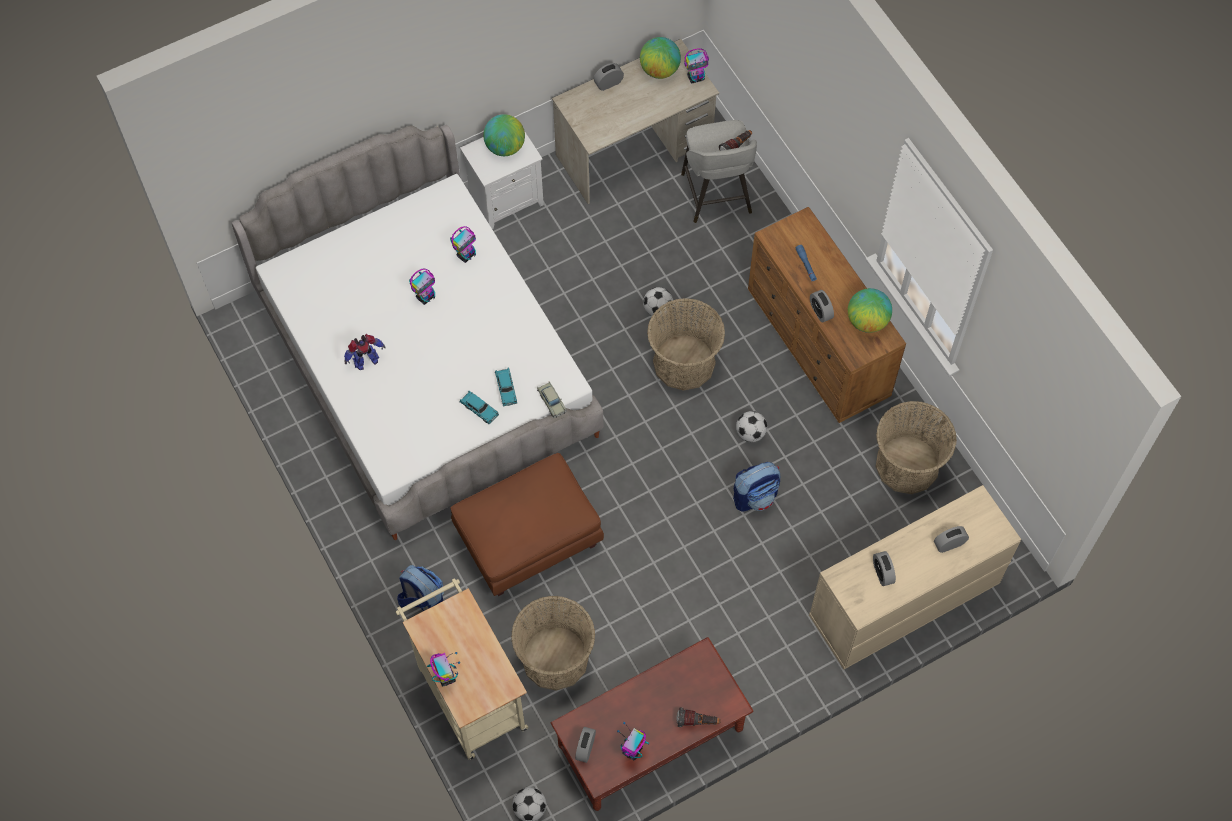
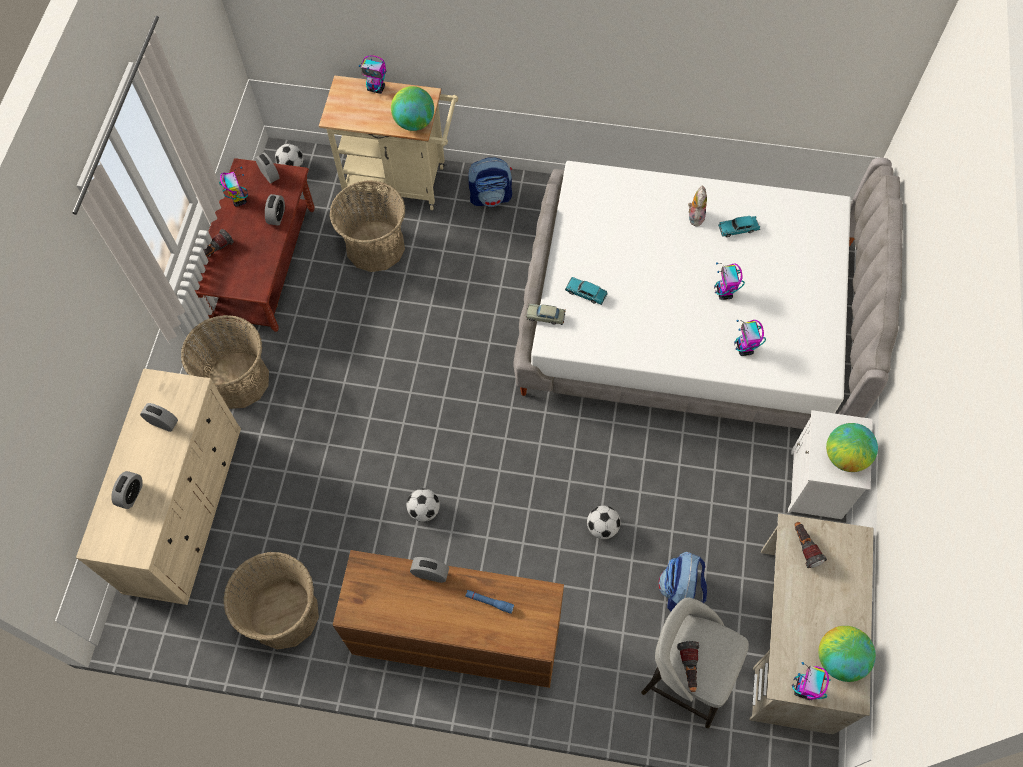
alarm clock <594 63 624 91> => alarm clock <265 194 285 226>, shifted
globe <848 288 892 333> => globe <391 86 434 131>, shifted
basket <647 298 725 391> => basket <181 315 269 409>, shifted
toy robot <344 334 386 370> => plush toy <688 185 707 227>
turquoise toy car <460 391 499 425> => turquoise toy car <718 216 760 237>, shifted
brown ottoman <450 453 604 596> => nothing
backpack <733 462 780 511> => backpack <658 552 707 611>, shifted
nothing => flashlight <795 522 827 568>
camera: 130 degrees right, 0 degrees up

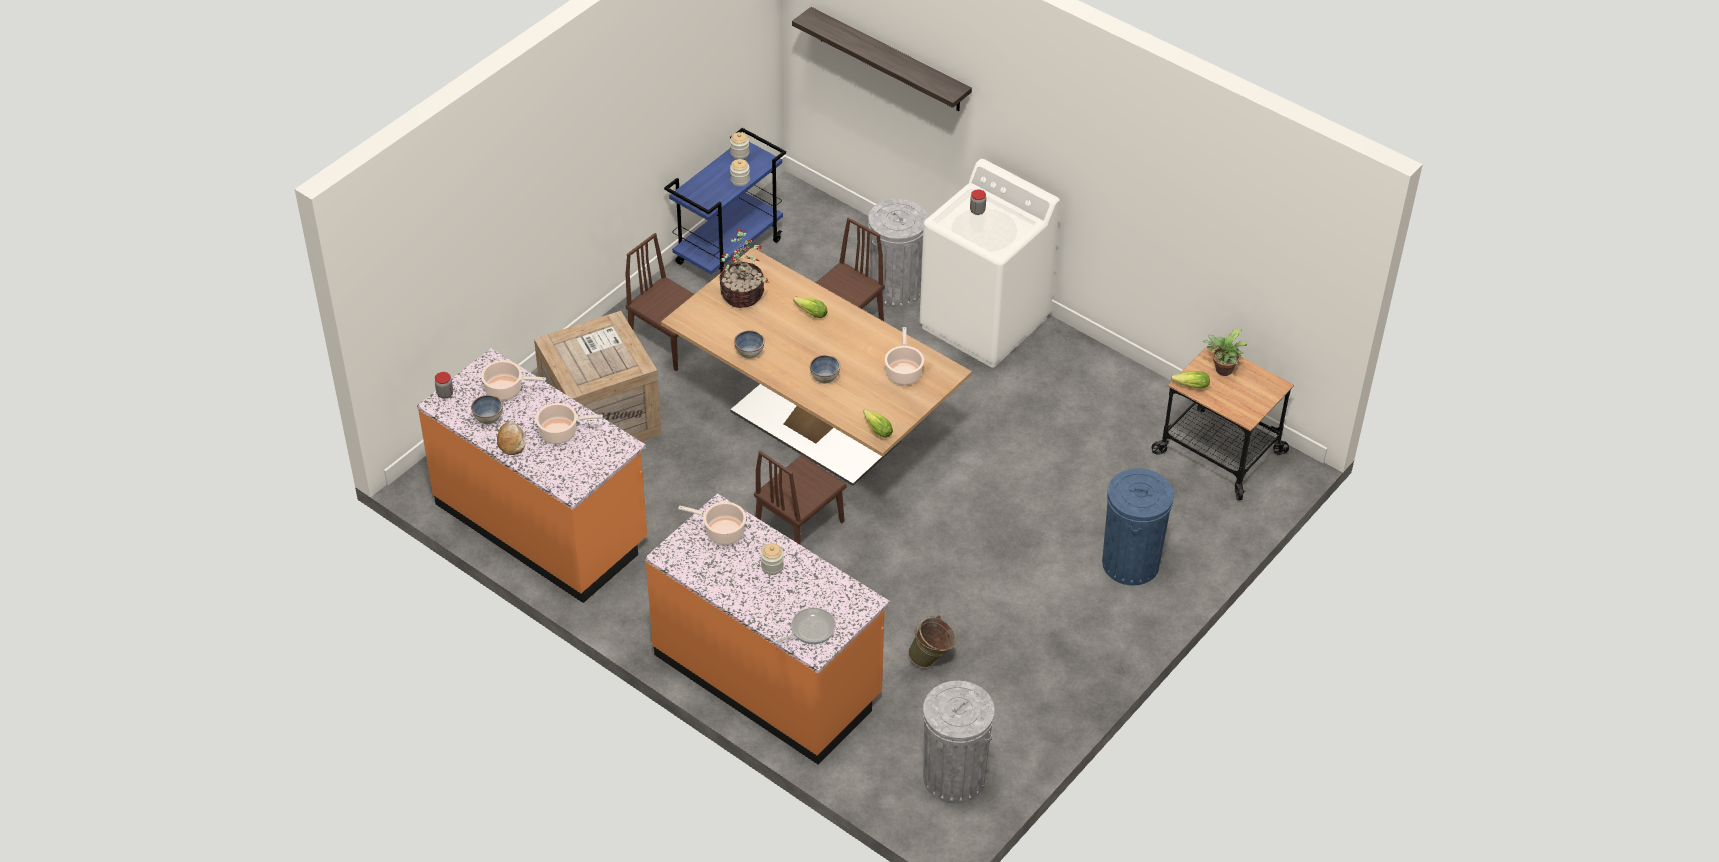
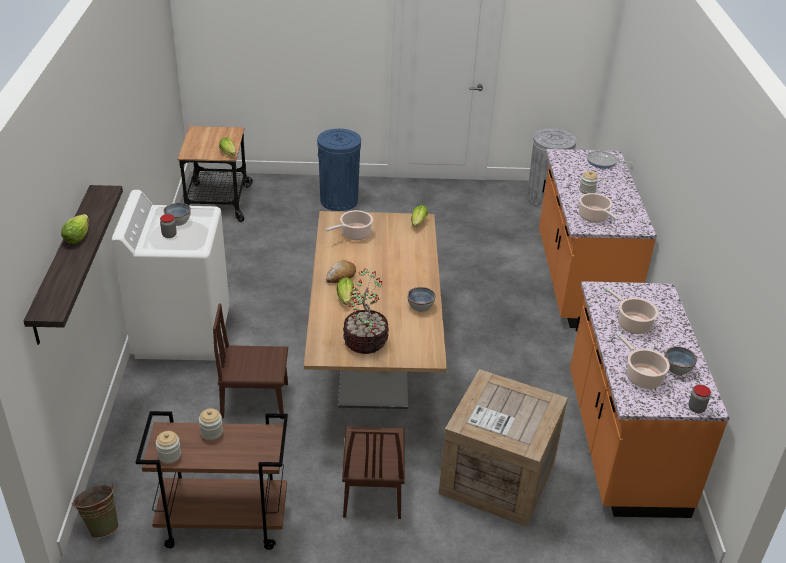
blue cart <664 128 786 274> => brown cart <136 411 288 550>
grey trash can <868 199 928 308> => nothing
potted plant <1202 329 1247 376> => nothing
bowl <810 355 840 383> => bowl <163 203 191 226>, shifted
bread <497 421 526 455> => bread <326 260 356 283>, shifted
brown chair <754 451 847 545> => nothing
green bucket <908 615 956 668> => green bucket <72 484 119 538>, shifted
nothing => lettuce <61 214 89 244>
camera: 130 degrees left, 10 degrees down

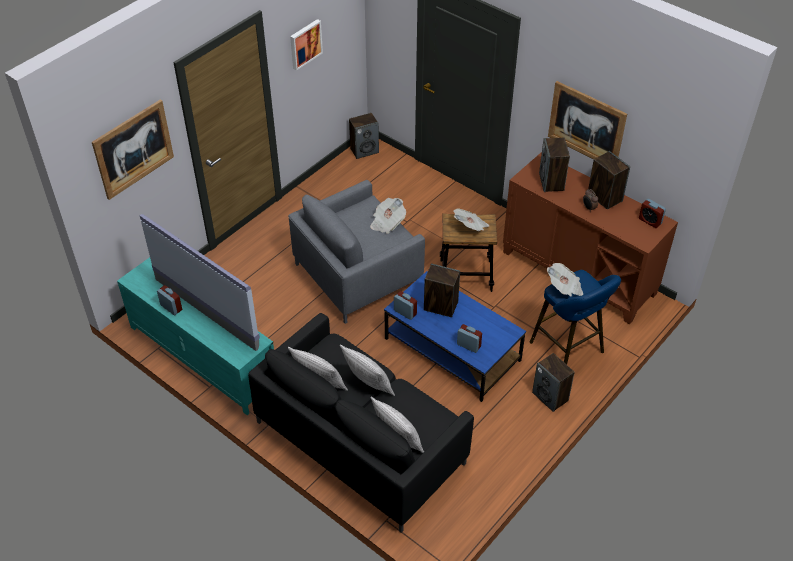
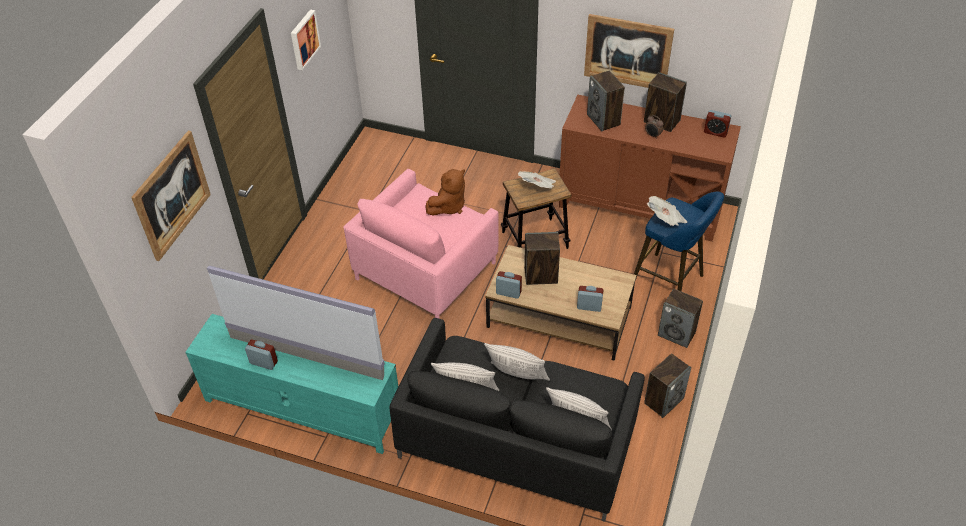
speaker <349 113 379 159> => speaker <644 353 691 418>, shifted
grey armchair <288 180 425 324> => pink armchair <343 169 499 319>
newspaper <370 198 406 234> => brown plush toy <425 169 465 216>
blue coffee table <384 271 526 402> => brown coffee table <485 245 637 361>
camera: 20 degrees left, 0 degrees up

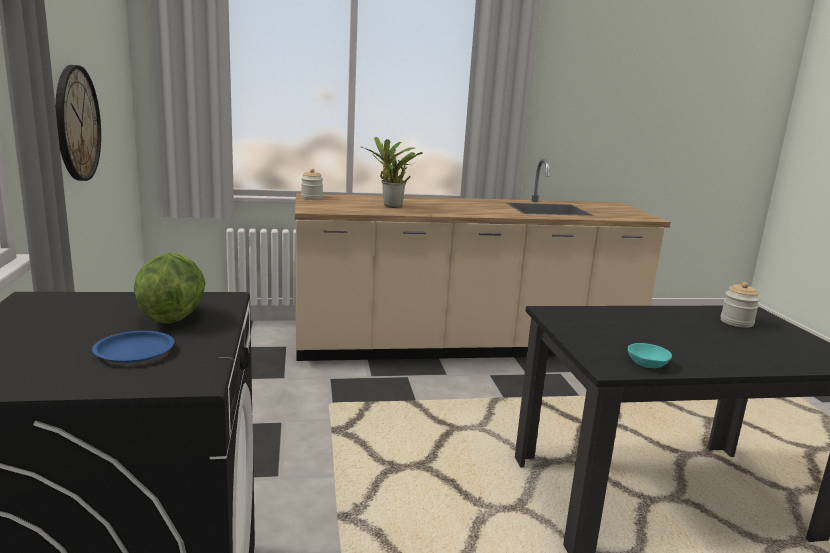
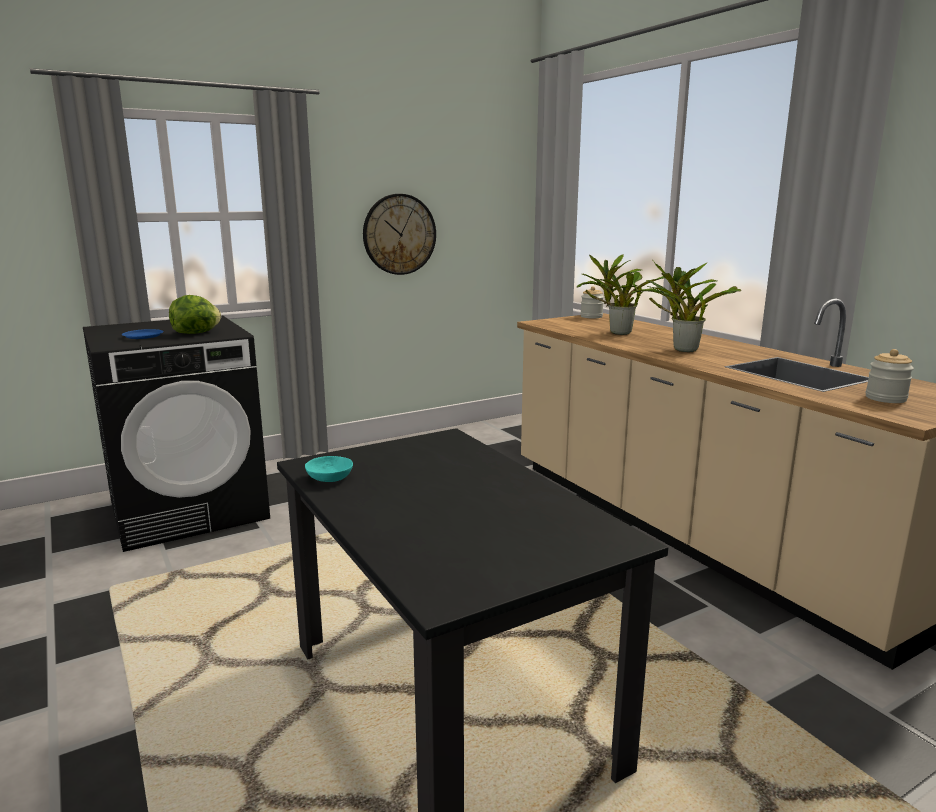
jar <721 282 760 328> => jar <866 349 914 403>, shifted
nothing => potted plant <631 260 741 352>
camera: 70 degrees right, 0 degrees up

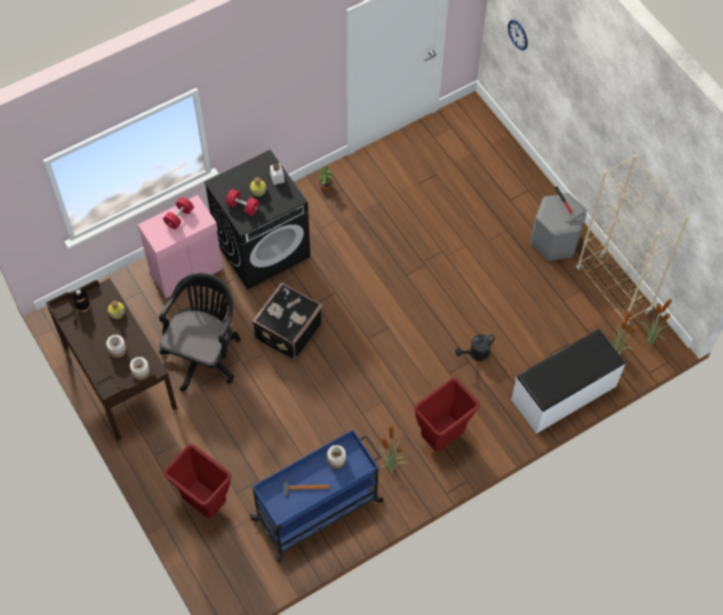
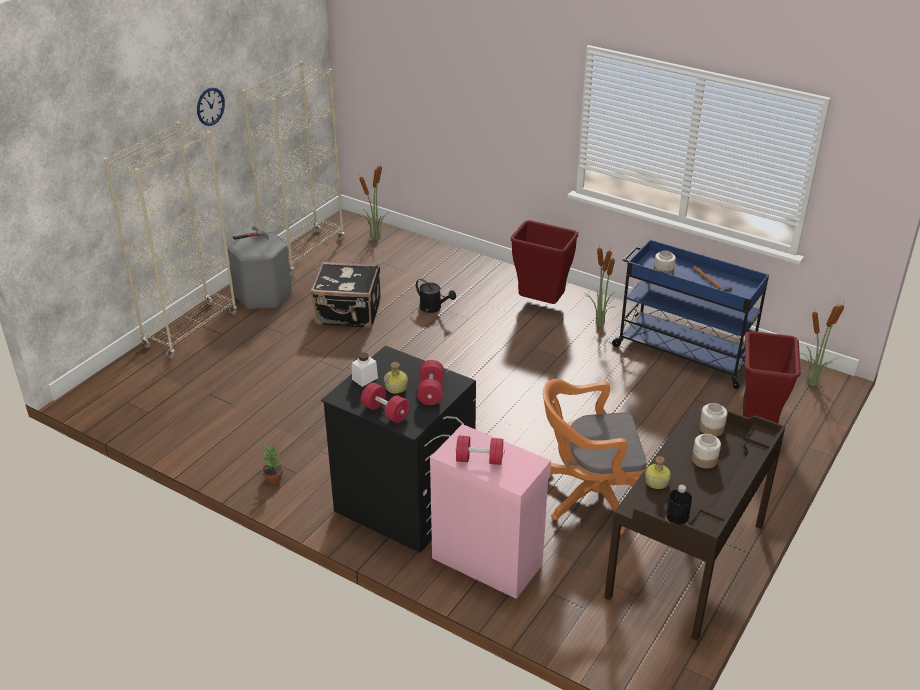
wall clock <508 20 528 50> => wall clock <197 87 225 126>, shifted
black office chair <159 273 241 392> => orange office chair <543 379 647 535>
black suitcase <252 282 323 360> => black suitcase <311 262 381 328>, shifted
potted plant <640 297 673 346> => potted plant <801 301 844 386>, shifted
white bench <511 329 625 434> => nothing
nothing => beige bookcase <104 122 237 358>
nothing => red dumbbell <361 383 410 423>
camera: 115 degrees left, 25 degrees down

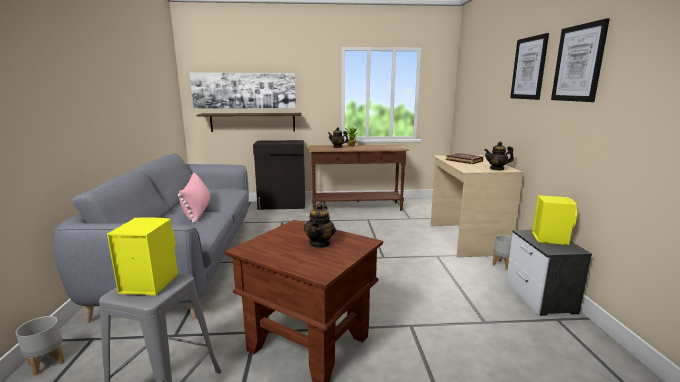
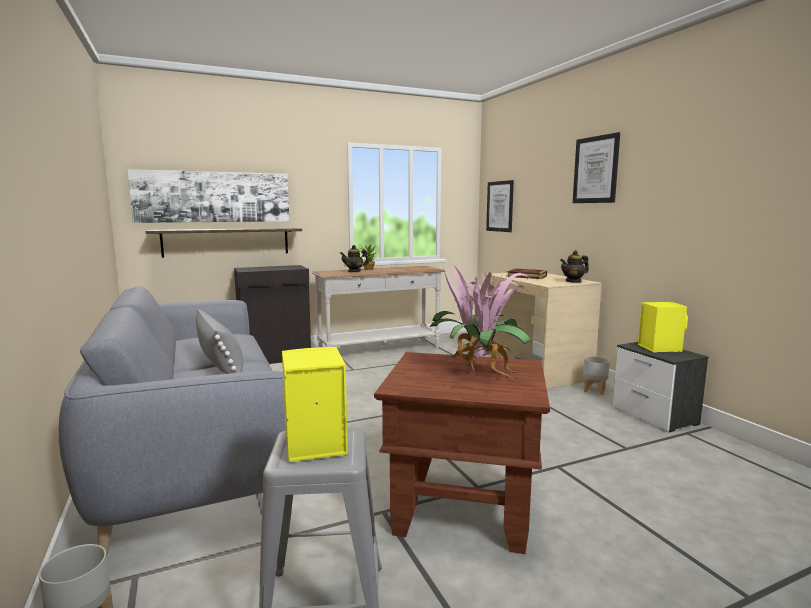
picture <551 18 610 102> => picture <486 180 514 232>, shifted
brown console table <309 145 409 211> => white console table <312 266 446 349>
pink pillow <178 172 210 223> => grey pillow <196 309 244 374>
teapot <304 202 336 248> => potted plant <430 262 532 380>
camera: 20 degrees left, 5 degrees down

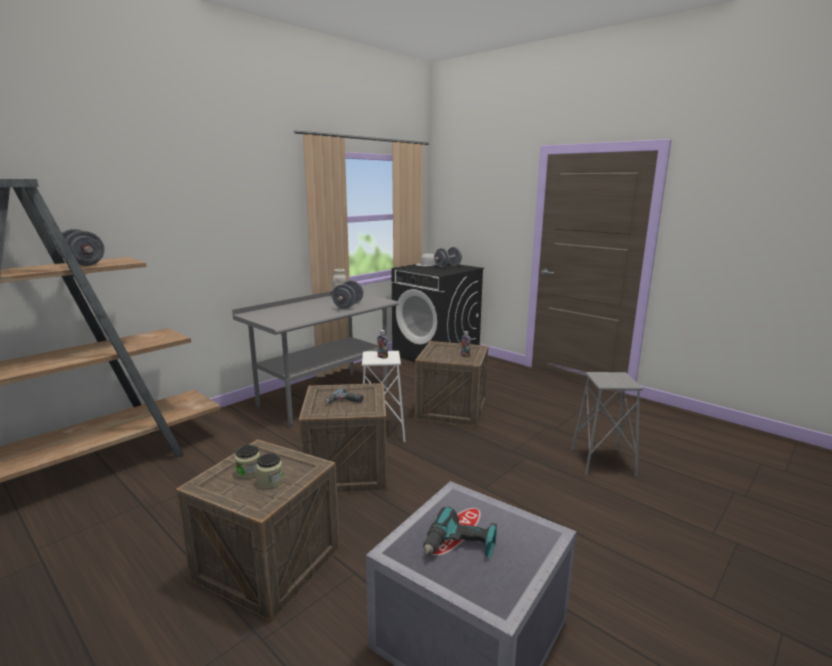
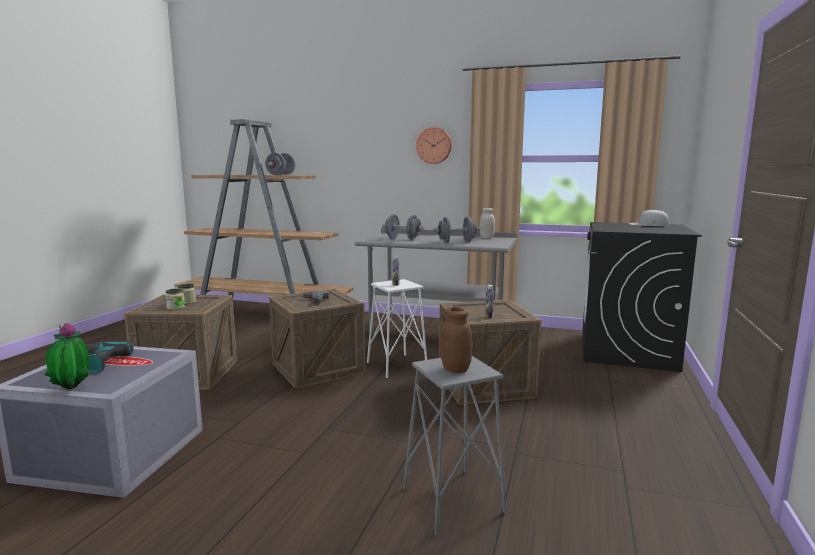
grey dumbbell <434 247 462 268> => grey dumbbell <382 214 425 240>, shifted
nothing => wall clock <416 127 452 164>
nothing => brown jar <440 307 473 373>
nothing => potted plant <44 323 90 389>
camera: 65 degrees right, 5 degrees down

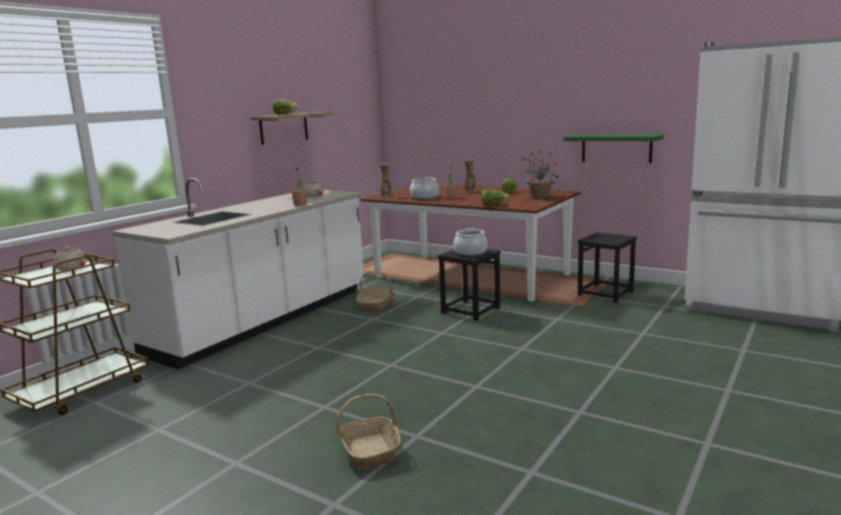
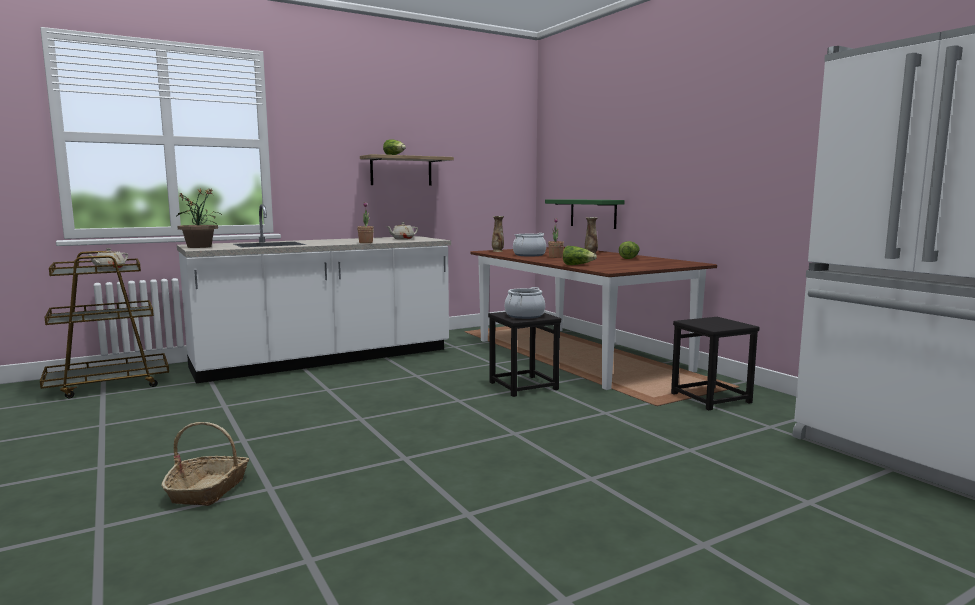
green shelf <563 134 664 163> => green shelf <545 199 625 229>, shifted
potted plant <521 150 558 199> => potted plant <175 189 222 248>, shifted
basket <357 271 395 311> => nothing
camera: 25 degrees right, 5 degrees down

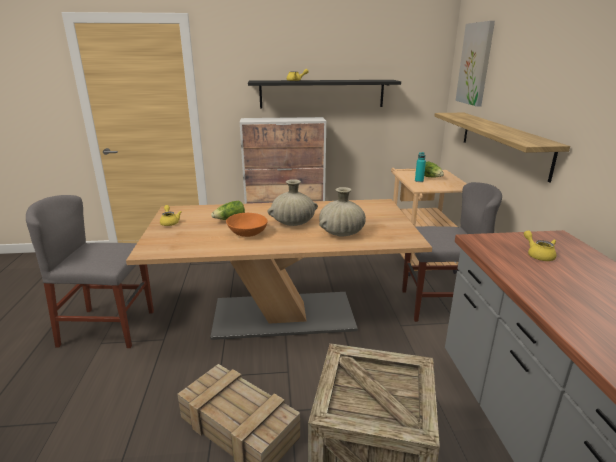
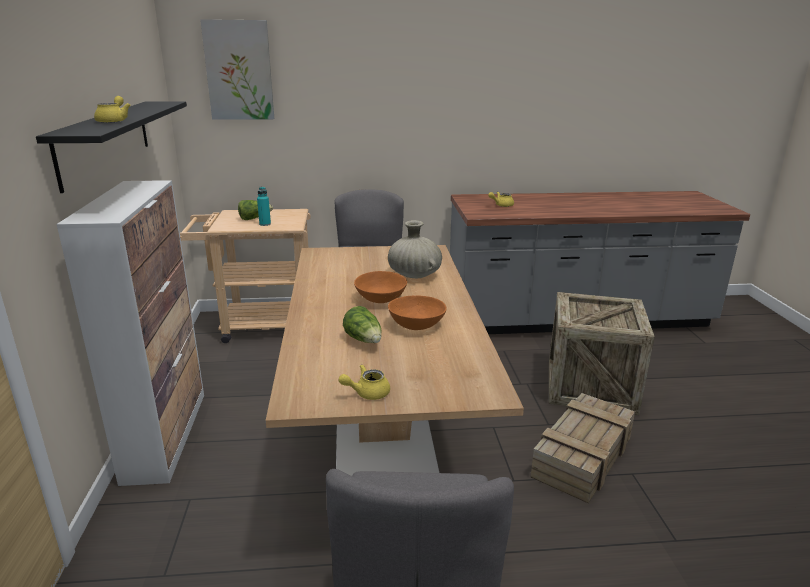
shelf <434 113 570 182> => nothing
beige vase <268 179 318 226> => orange bowl <354 271 407 303>
camera: 90 degrees left, 0 degrees up

